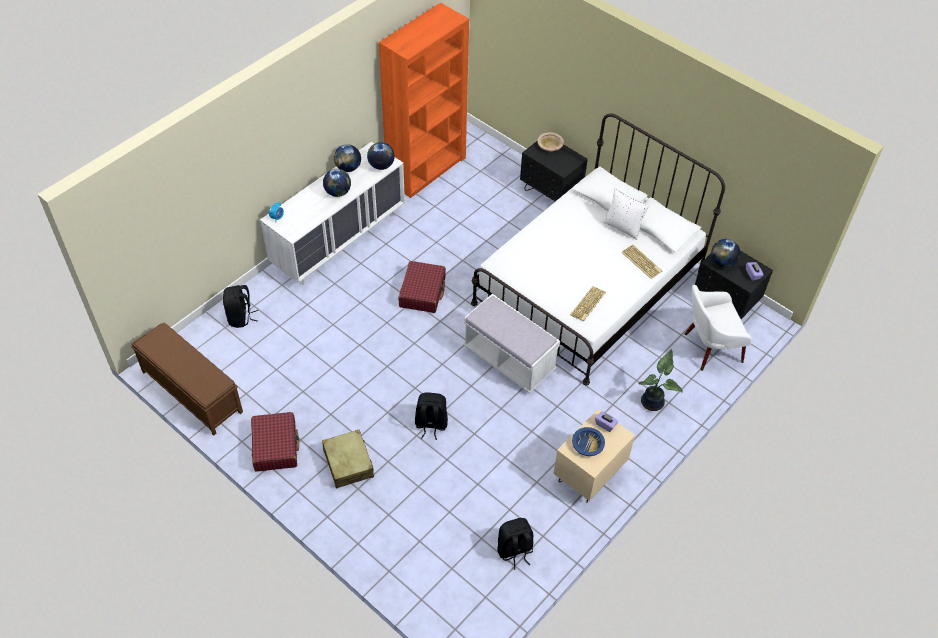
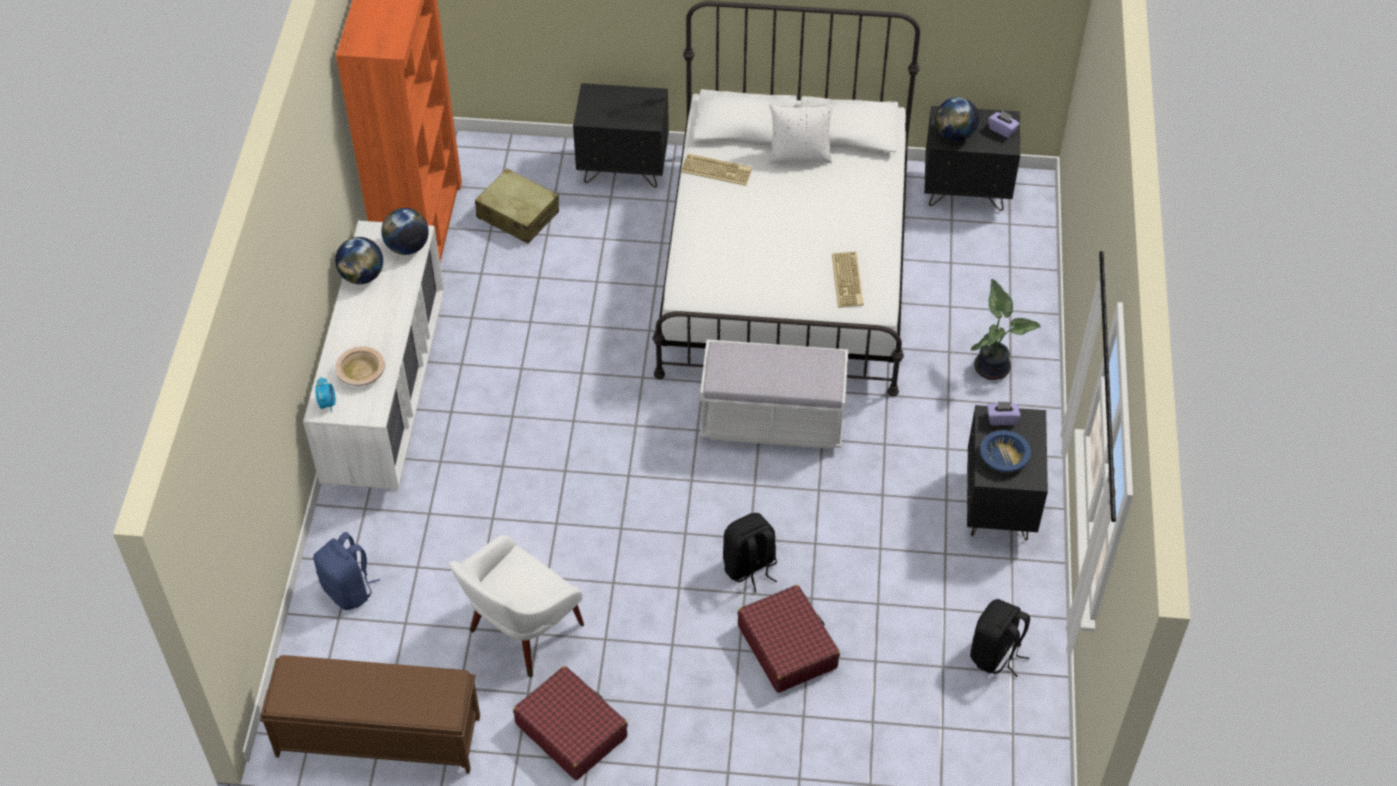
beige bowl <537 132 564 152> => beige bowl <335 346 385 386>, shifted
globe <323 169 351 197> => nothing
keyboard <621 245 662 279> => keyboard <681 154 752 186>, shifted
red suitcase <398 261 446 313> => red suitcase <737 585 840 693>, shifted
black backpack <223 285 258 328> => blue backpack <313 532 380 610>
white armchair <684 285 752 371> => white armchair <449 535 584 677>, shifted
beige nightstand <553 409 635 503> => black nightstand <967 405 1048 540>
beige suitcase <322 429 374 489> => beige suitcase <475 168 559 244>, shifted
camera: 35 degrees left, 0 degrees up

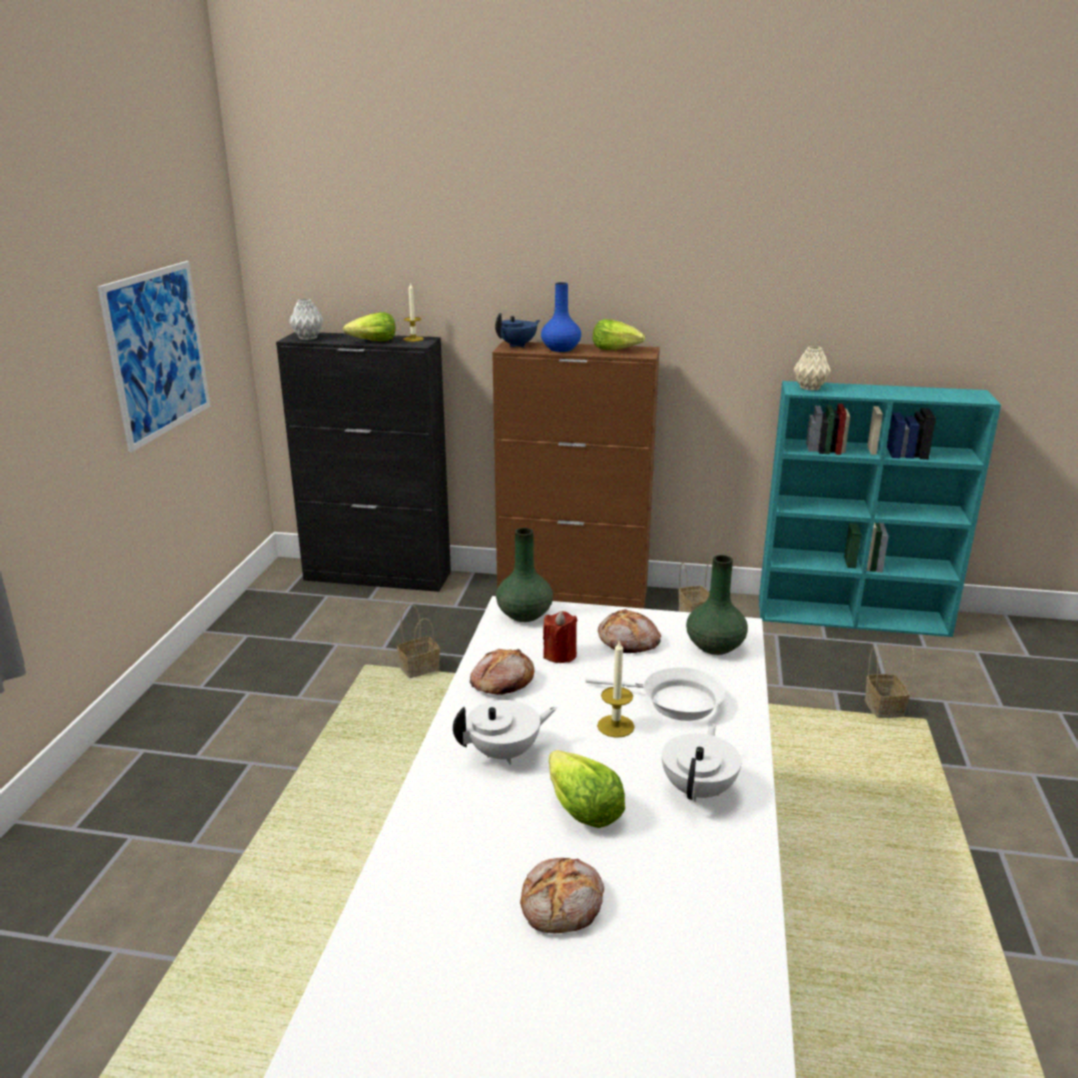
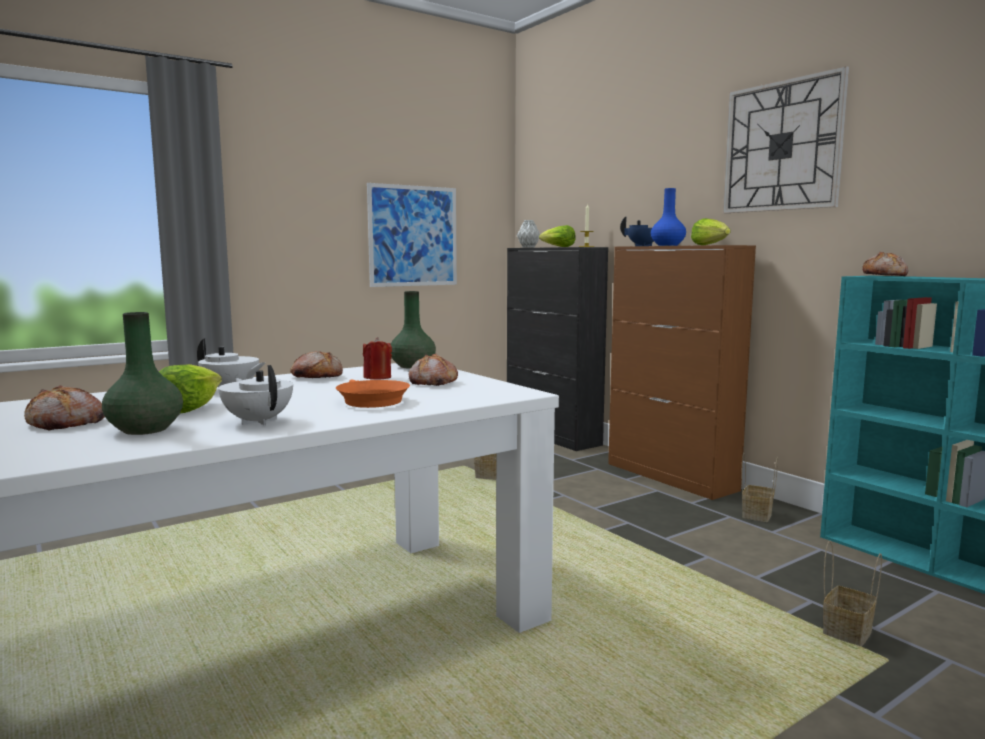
beige vase <793 346 831 390> => bread <862 252 908 276>
green vase <686 555 748 655> => green vase <102 312 183 435>, shifted
candle <597 639 635 738> => nothing
white frying pan <585 667 725 721> => orange frying pan <336 380 410 408>
white teapot <662 723 741 802> => white teapot <218 365 293 425>, 105 degrees counterclockwise
nothing => wall clock <723 66 849 213>
camera: 45 degrees right, 15 degrees down

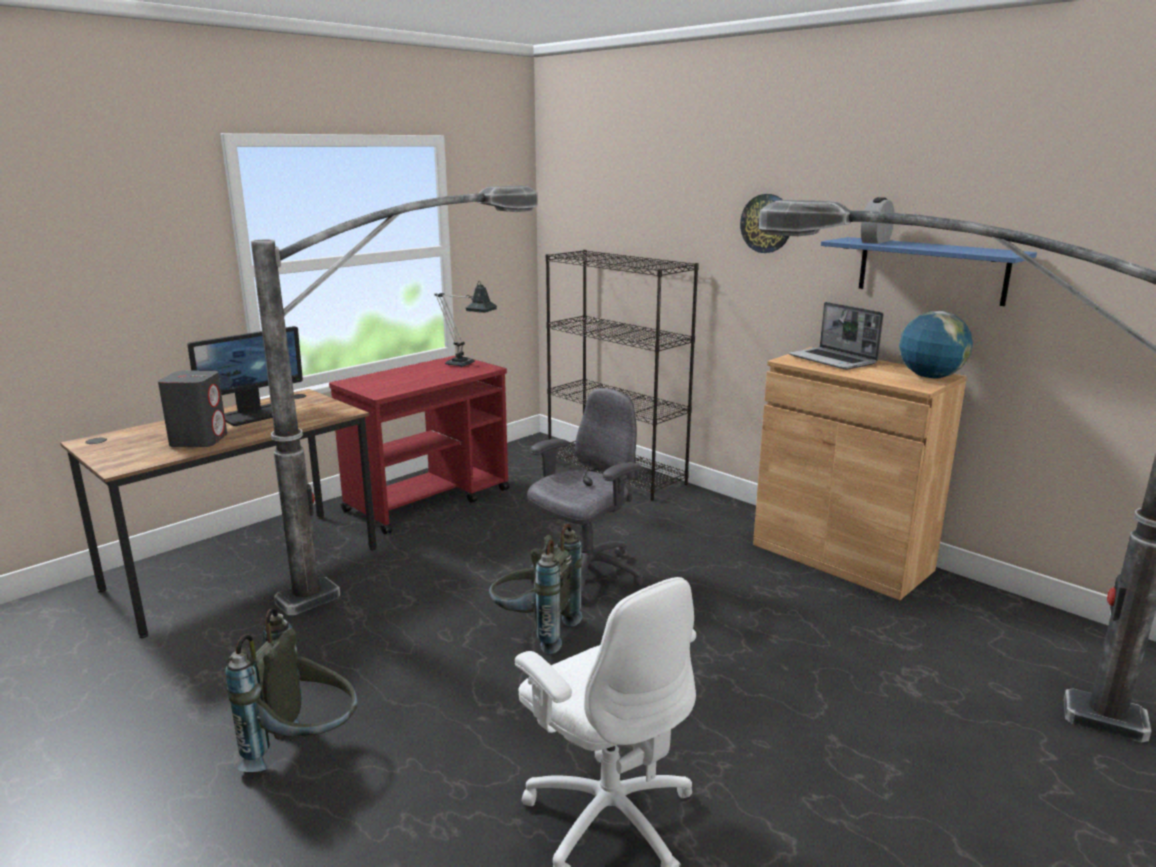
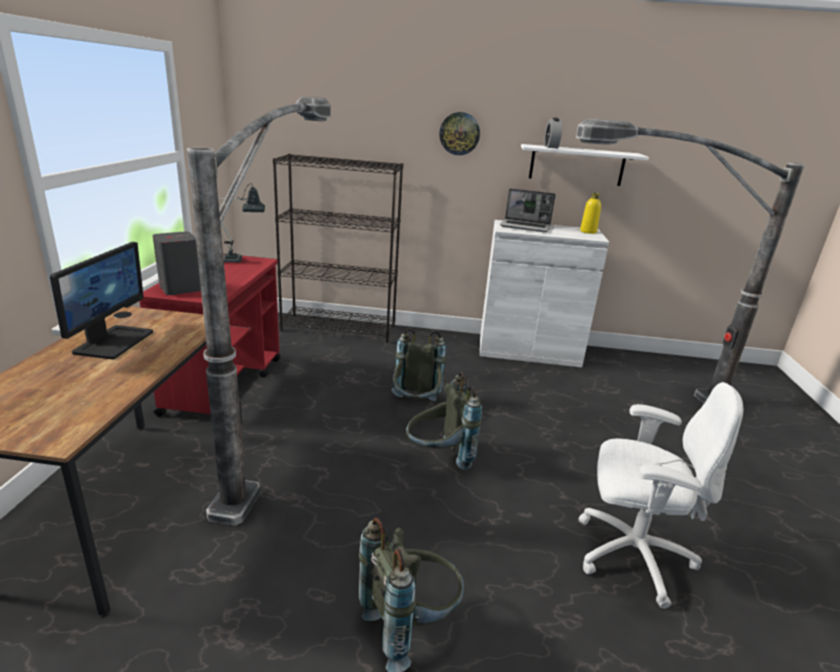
blue shelf <821 237 1037 306> => white shelf <521 144 649 186>
globe <899 311 973 379> => yellow bottle <580 193 601 234>
brown cabinet <753 347 967 600> => white cabinet <480 220 609 368>
grey speaker <158 370 227 447> => grey speaker <153 232 201 295>, shifted
grey office chair <527 388 644 604> => grey backpack <392 328 446 401>
camera: 40 degrees left, 5 degrees up

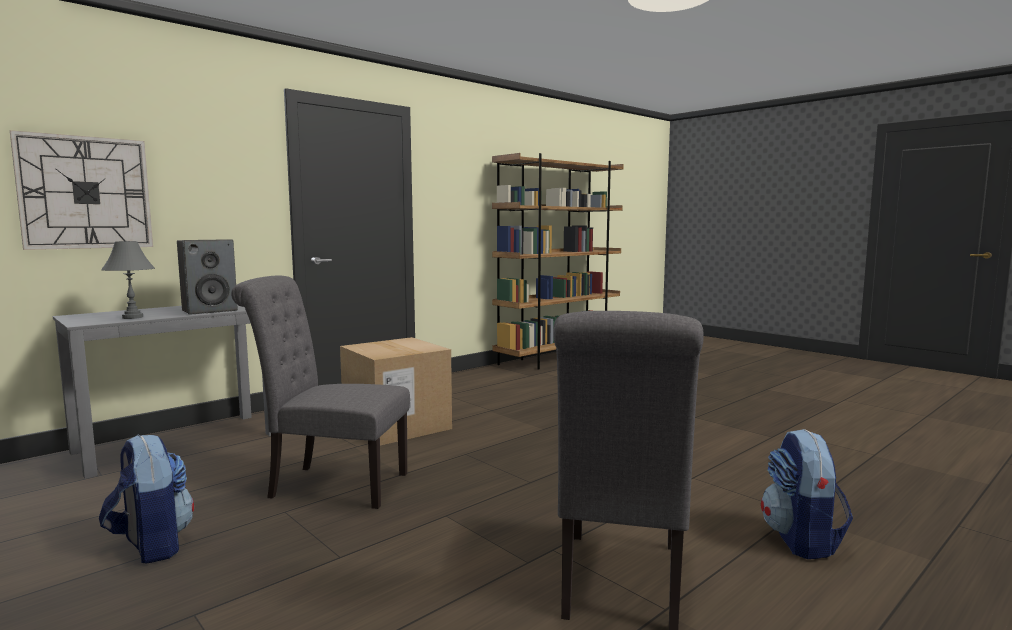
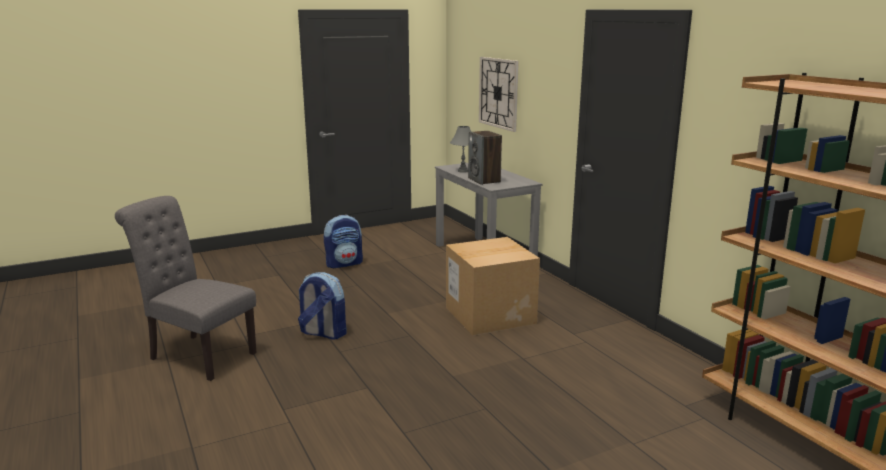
grey chair <231 276 410 509> => nothing
backpack <761 429 853 559> => backpack <298 272 347 340>, shifted
camera: 105 degrees right, 10 degrees up

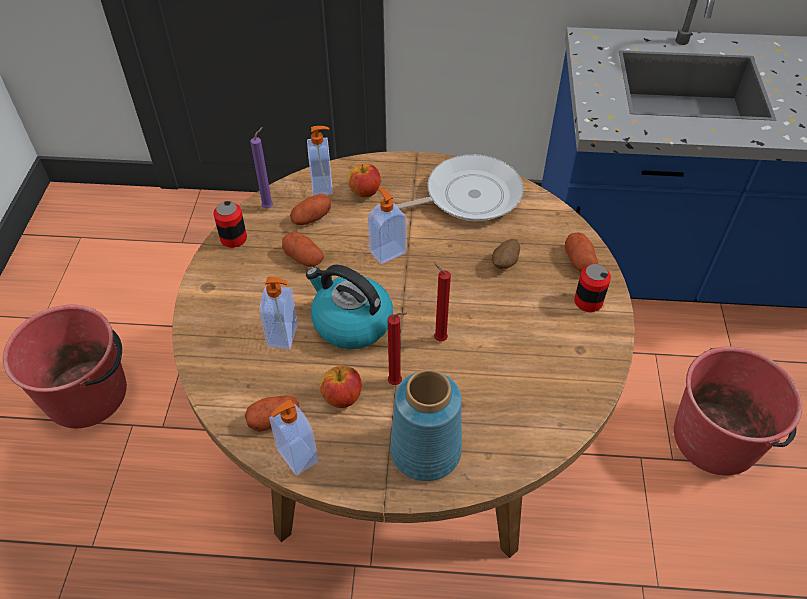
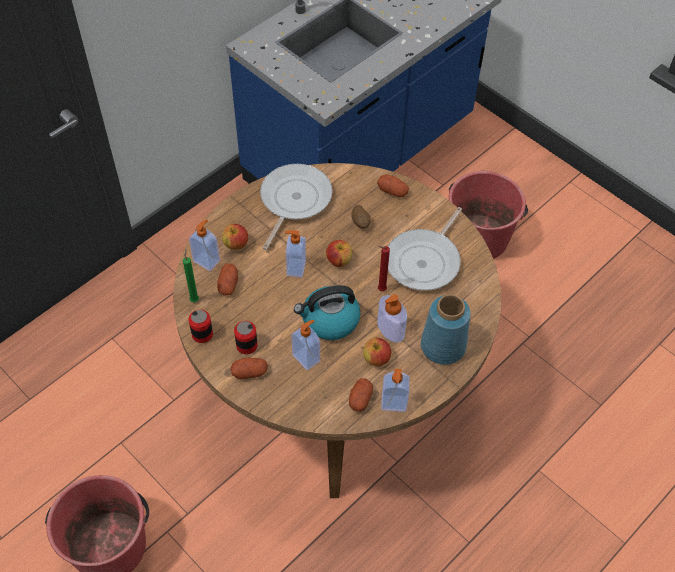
purple candle <250 127 273 208> => green candle <183 249 199 302>
potato <282 232 324 267> => potato <231 358 268 379>, shifted
can <574 264 611 312> => can <234 321 258 354>, shifted
red candle <388 313 407 385> => soap dispenser <377 294 407 343>
nothing => frying pan <388 207 462 291>
nothing => apple <326 240 352 267>
camera: 50 degrees left, 5 degrees up

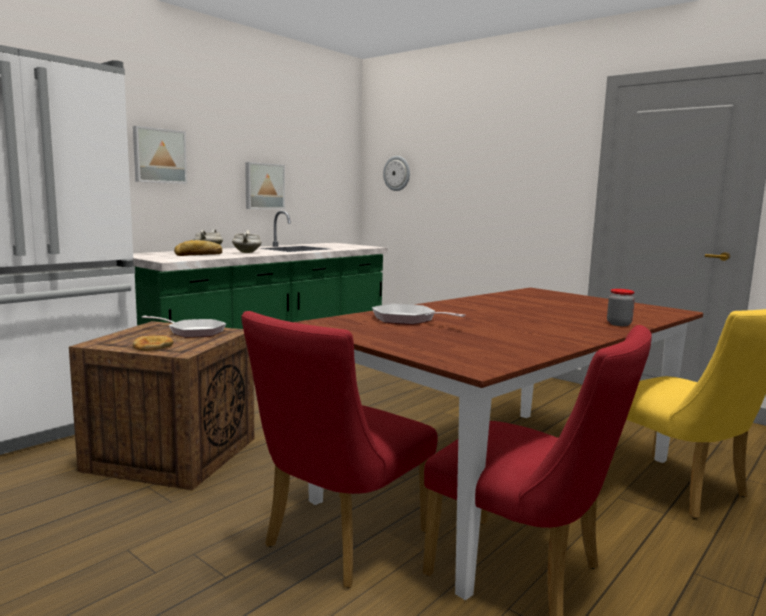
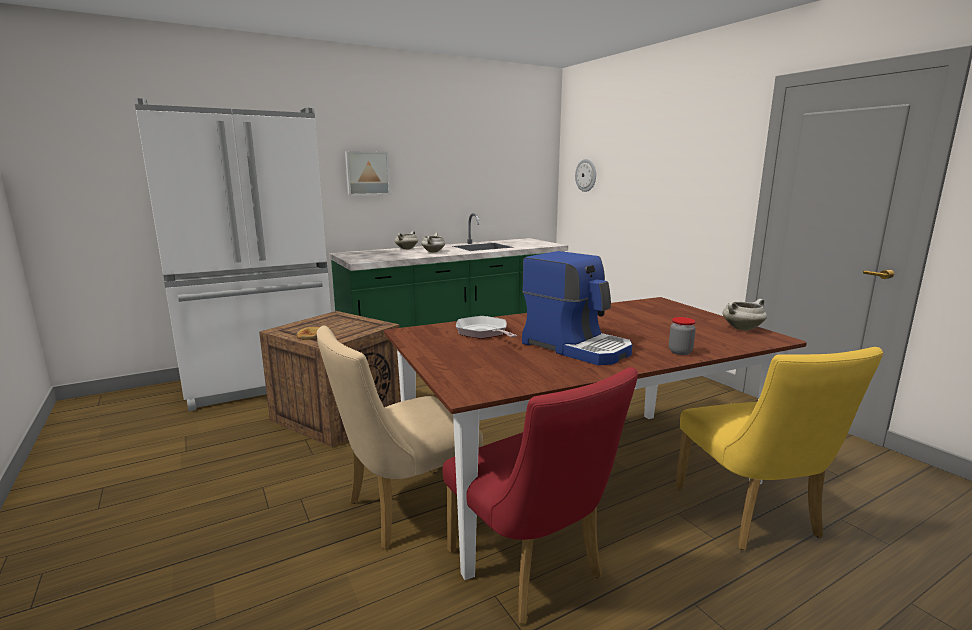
picture <245 162 285 209> => nothing
bread <174 240 223 256> => nothing
red chair <242 311 438 588> => beige chair <317 326 483 549>
frying pan <142 316 226 338> => nothing
nothing => coffee machine <522 251 632 365>
nothing => white cooking pot <722 299 767 331>
camera: 20 degrees right, 5 degrees up

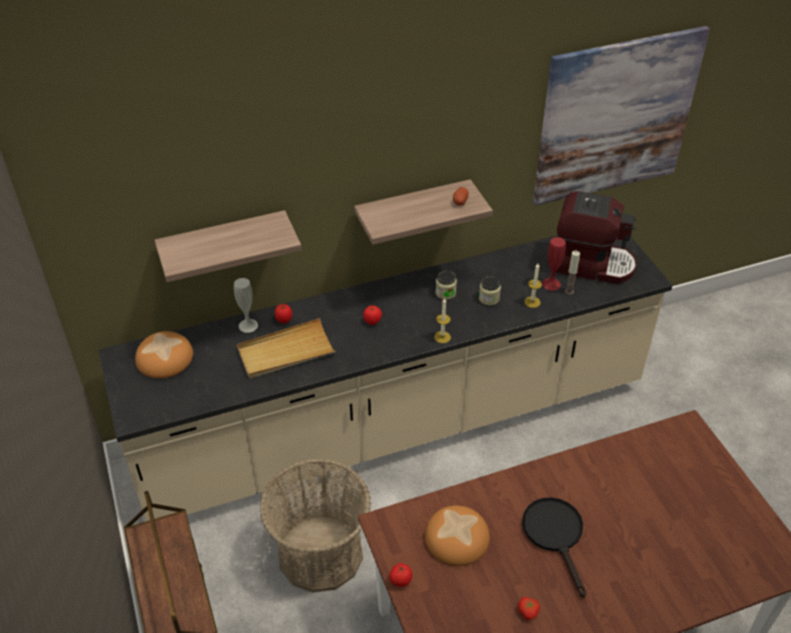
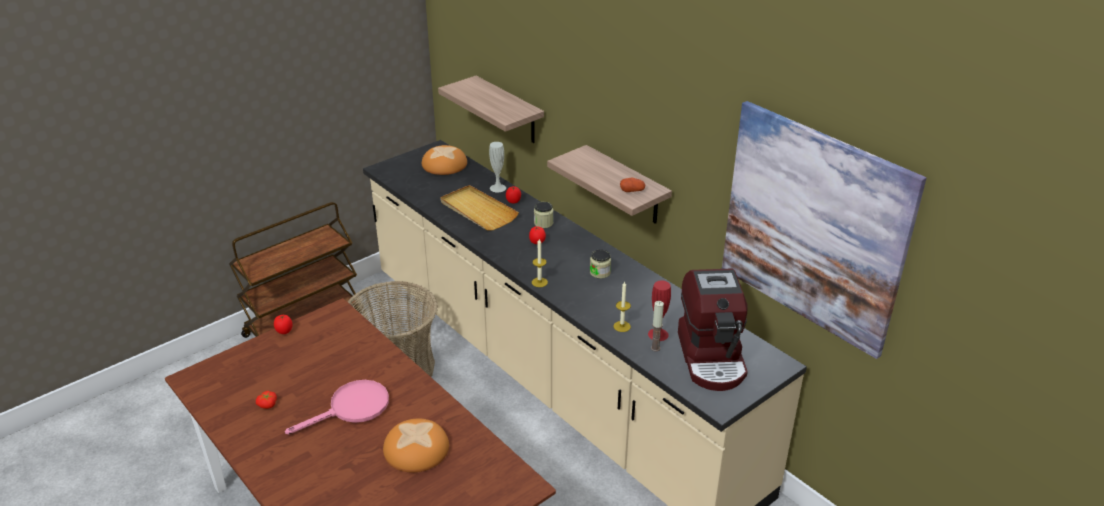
jar <479 276 501 305> => jar <534 202 553 228>, shifted
black frying pan <522 497 587 597> => pink frying pan <285 380 389 434>
bread <425 505 490 566> => bread <383 418 449 472>, shifted
camera: 70 degrees right, 10 degrees down

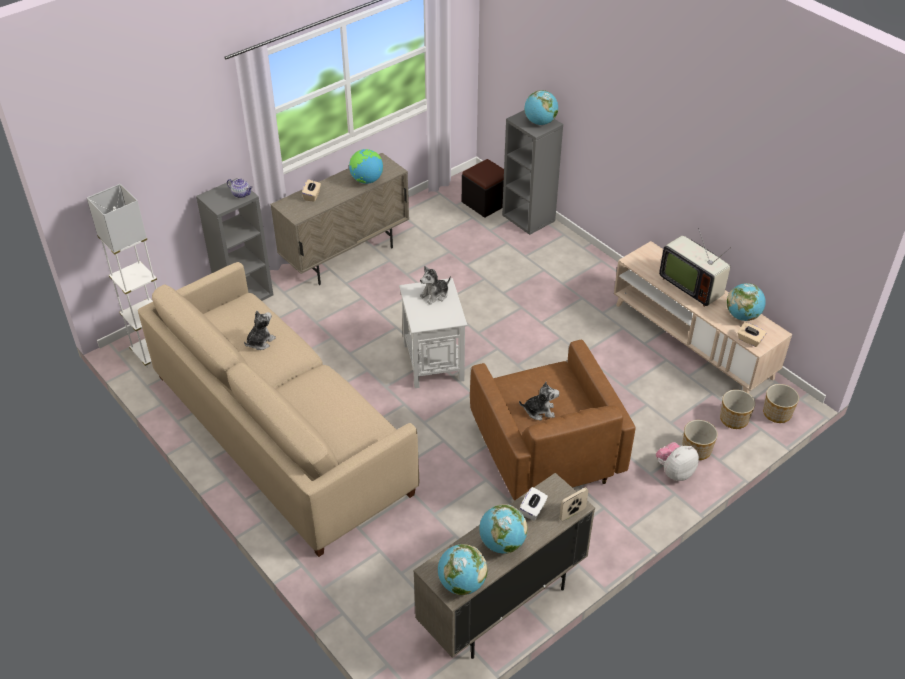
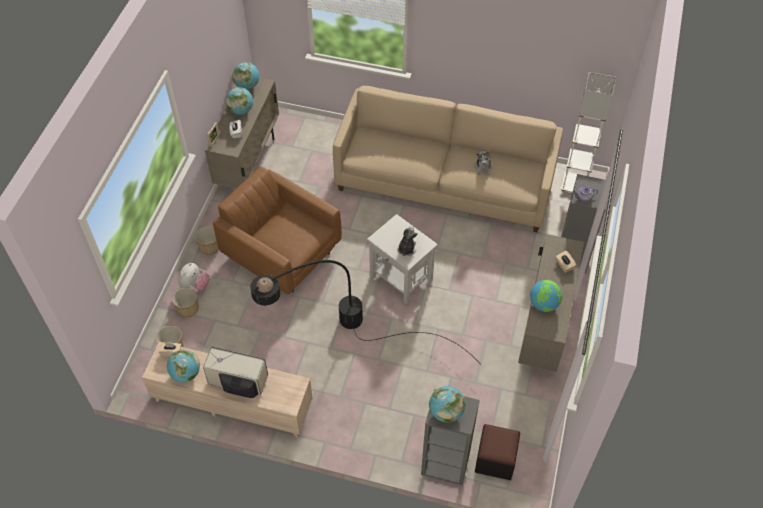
plush toy <519 382 560 421> => nothing
planter <763 384 799 423> => planter <195 226 219 255>, shifted
nothing => black floor lamp <250 260 481 365>
camera: 145 degrees right, 10 degrees up

